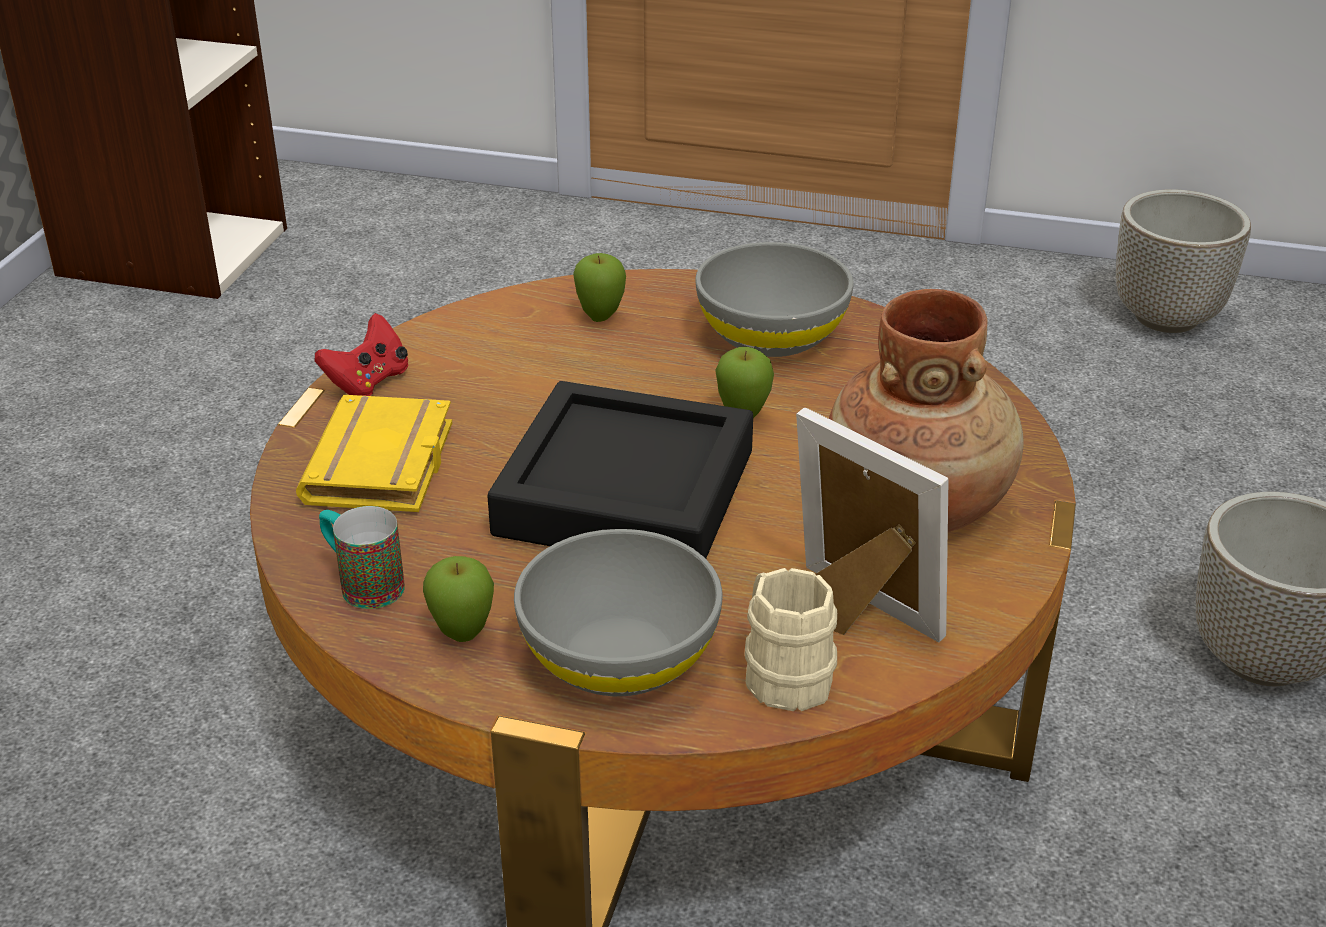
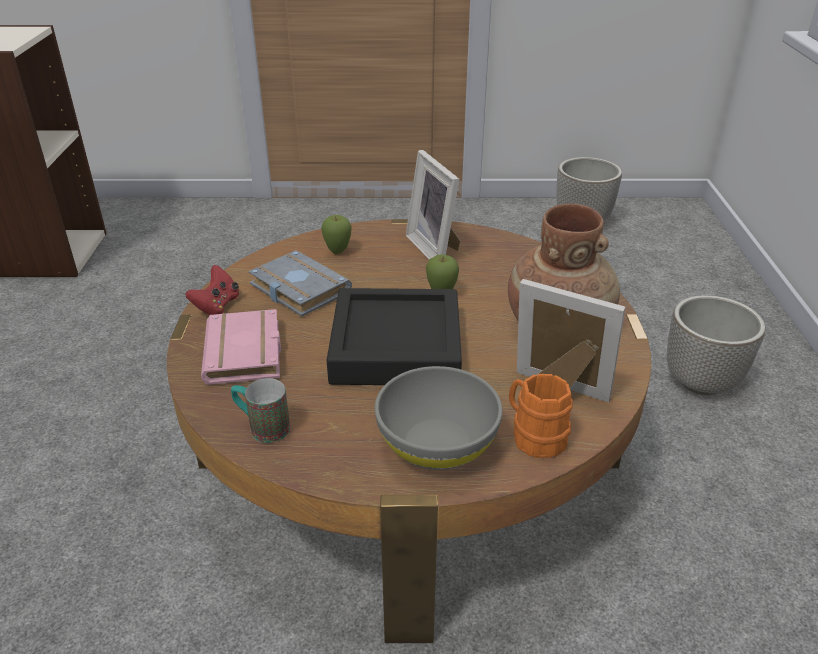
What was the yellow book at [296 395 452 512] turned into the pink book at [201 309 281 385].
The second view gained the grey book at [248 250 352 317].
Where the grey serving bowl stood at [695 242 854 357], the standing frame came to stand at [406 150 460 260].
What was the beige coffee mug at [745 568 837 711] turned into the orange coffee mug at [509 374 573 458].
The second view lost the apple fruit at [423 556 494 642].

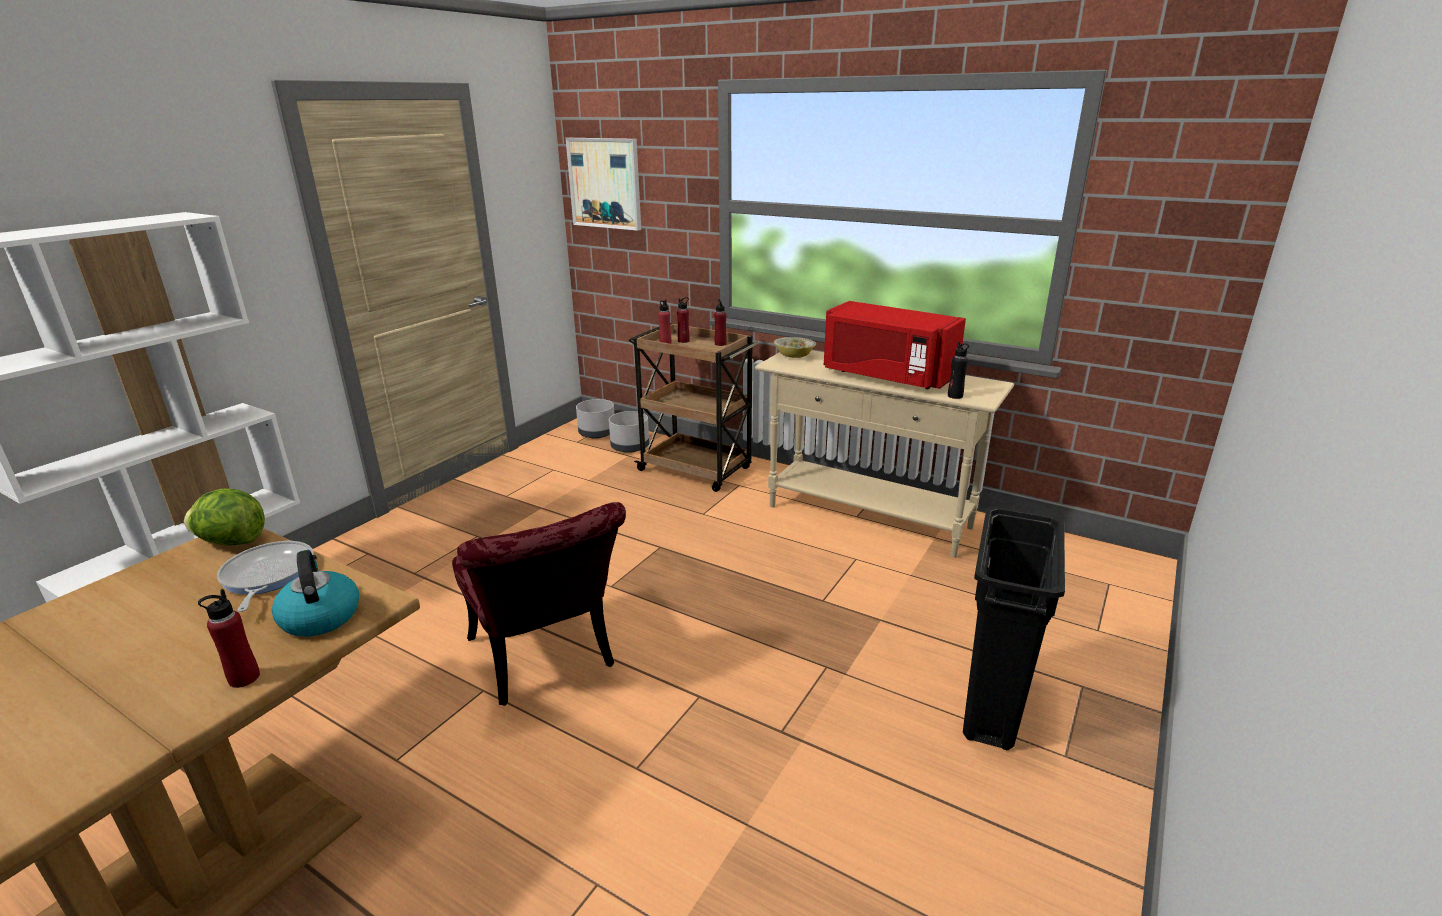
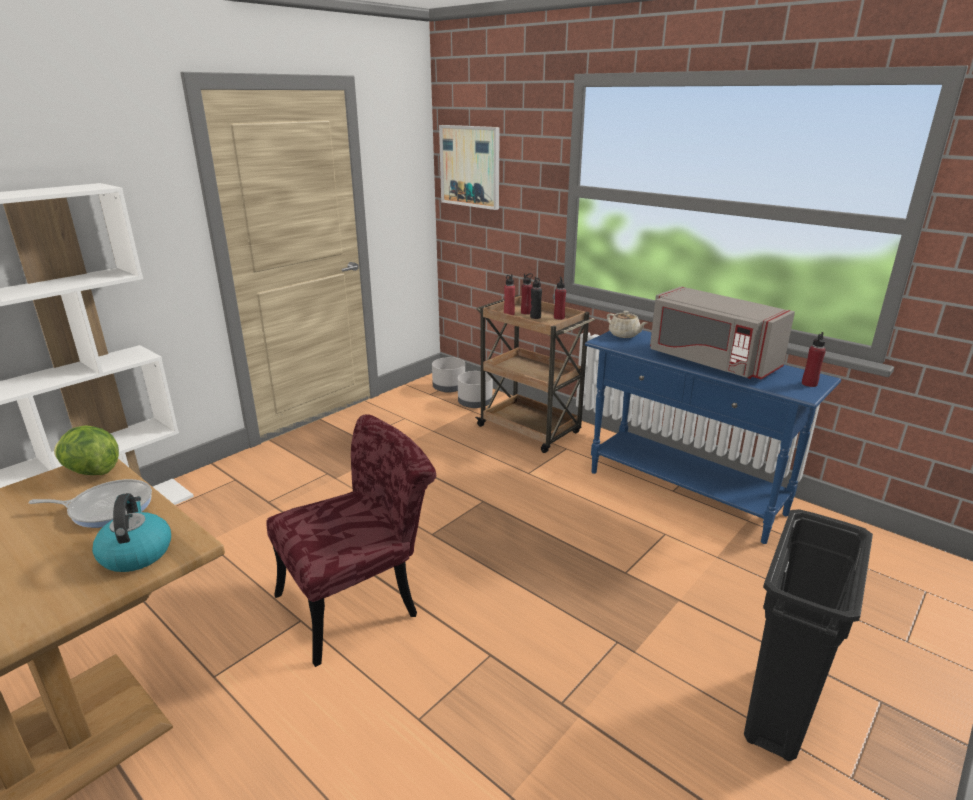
The skillet at [217 541 314 612] ended up facing another way, 90 degrees clockwise from before.
The reddish plain chair at [452 502 626 706] ended up facing another way, 105 degrees counterclockwise from before.
The black-coloured bottle ended up elsewhere, having gone from [948 342 969 399] to [530 277 542 319].
What was the beige console table at [755 350 1014 558] turned into the blue-coloured console table at [585 330 841 544].
Where the serving bowl stood at [774 337 816 358], the beige tea pot came to stand at [607 311 647 338].
What was the reddish kitchen microwave at [824 301 966 389] turned into the grey kitchen microwave at [650 286 795 379].
The reddish bottle ended up elsewhere, having gone from [198 589 260 688] to [802 332 826 387].

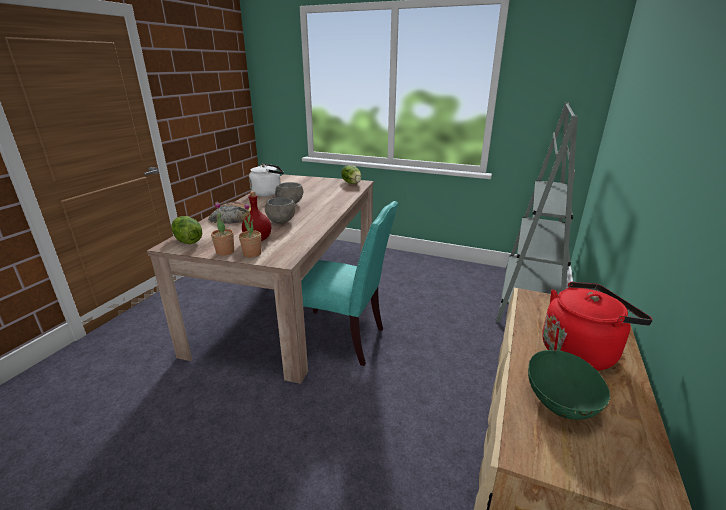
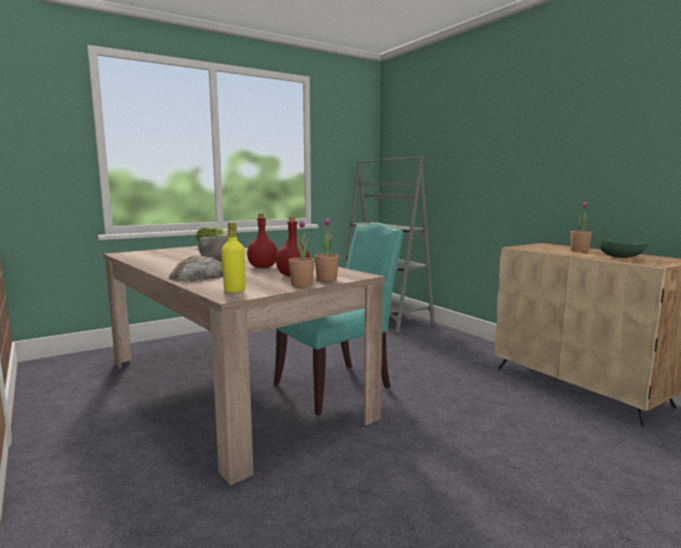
Where the lettuce head stood at [171 216 202 244], the yellow bottle came to stand at [222 222 245 293].
Where the grey serving bowl stood at [265 197 295 224], the reddish bottle came to stand at [247 214 278 268].
Where the reddish tea kettle stood at [542 282 653 371], the plant in a pot came to stand at [570 202 592 252].
The second view lost the white tea kettle at [249 164 284 196].

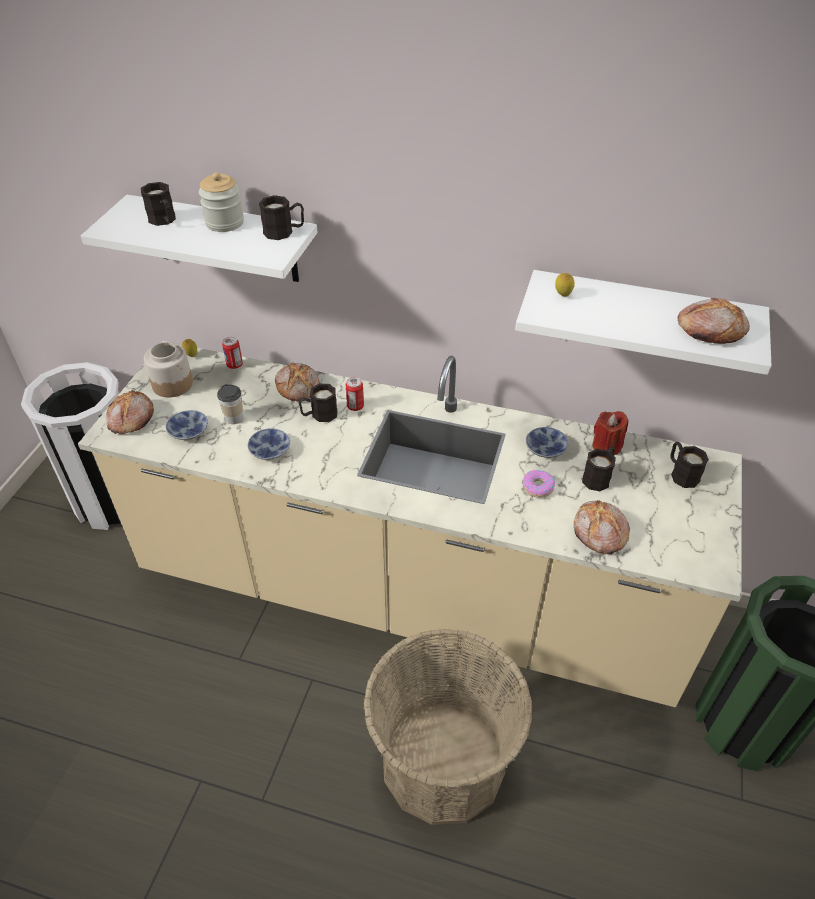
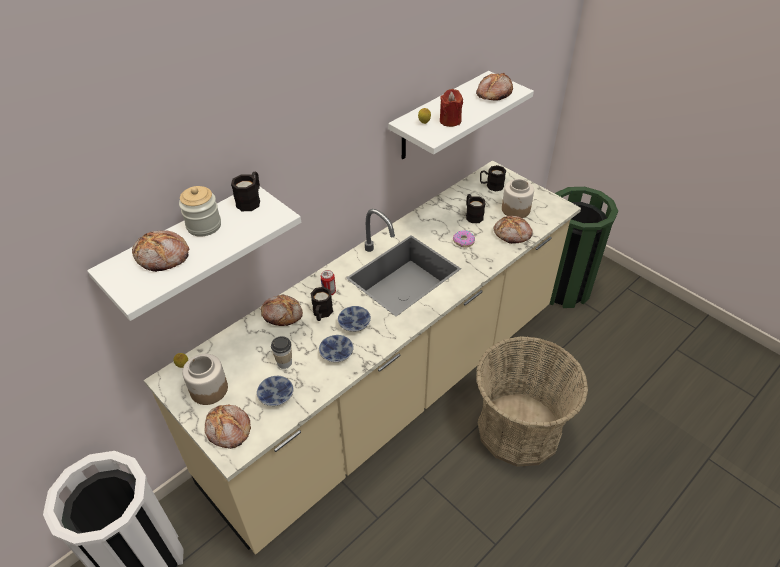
Where the black-coloured coffee mug stood at [141 182 176 226], the bread came to stand at [132 230 190 272].
The serving bowl ended up elsewhere, having gone from [526 427 568 458] to [338 306 371 332].
The reddish candle ended up elsewhere, having gone from [592 411 628 455] to [440 89 463 127].
The second view gained the storage jar at [502 179 534 218].
The second view lost the sealed can at [222 337 243 369].

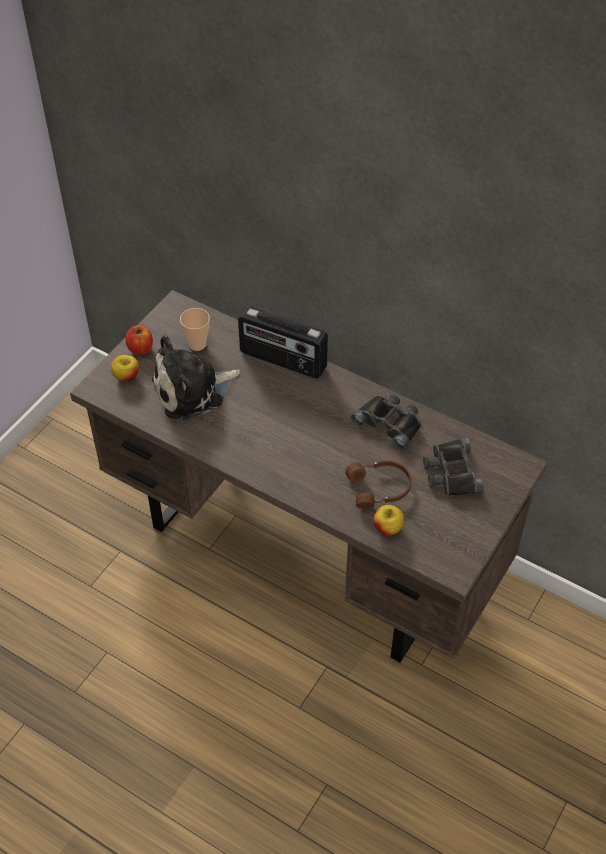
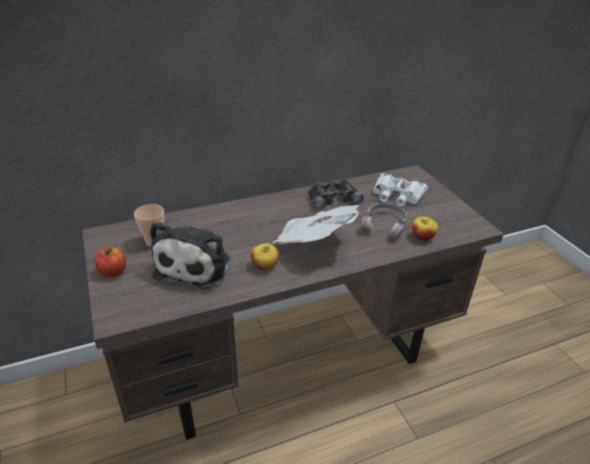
The apple fruit ended up elsewhere, having gone from [111 355 139 381] to [251 243 279 270].
The second view gained the printed paper at [273 205 359 244].
What was the brown-coloured pair of headphones at [345 460 412 509] turned into the grey pair of headphones at [362 203 407 240].
What was the black-coloured binoculars at [423 437 484 496] turned into the white binoculars at [373 173 427 207].
The second view lost the radio at [238 306 328 379].

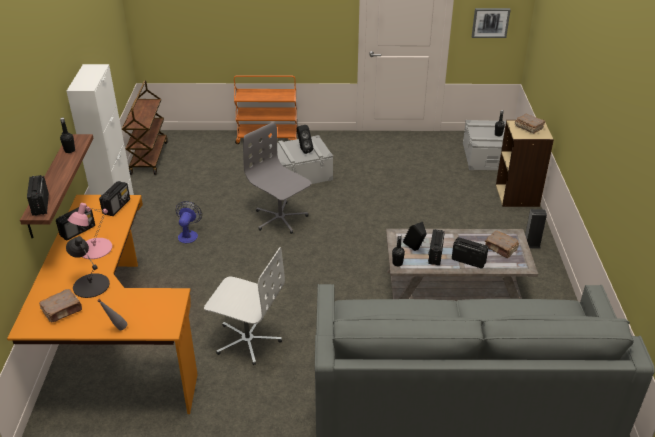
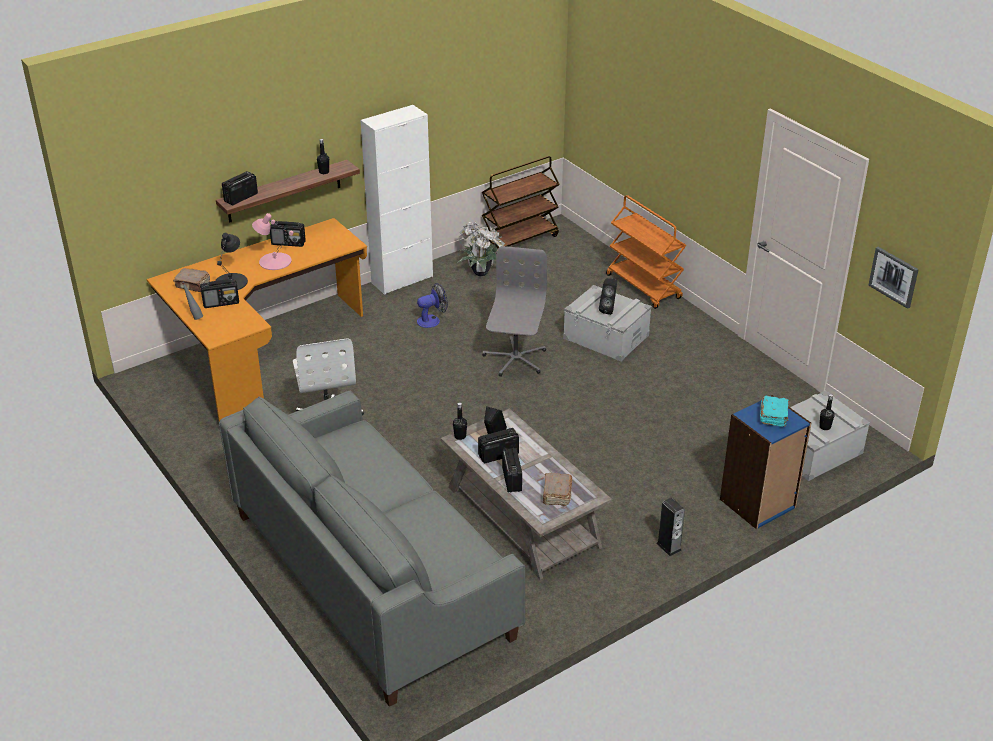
The radio ended up elsewhere, having gone from [99 181 130 216] to [200 279 239 308].
The second view gained the plant in a pot at [457 222 505 276].
What was the beige bookcase at [496 120 554 207] turned into the blue-coloured bookcase at [720 395 811 529].
What was the brown-coloured book at [515 113 546 134] turned into the blue-green book at [760 396 789 427].

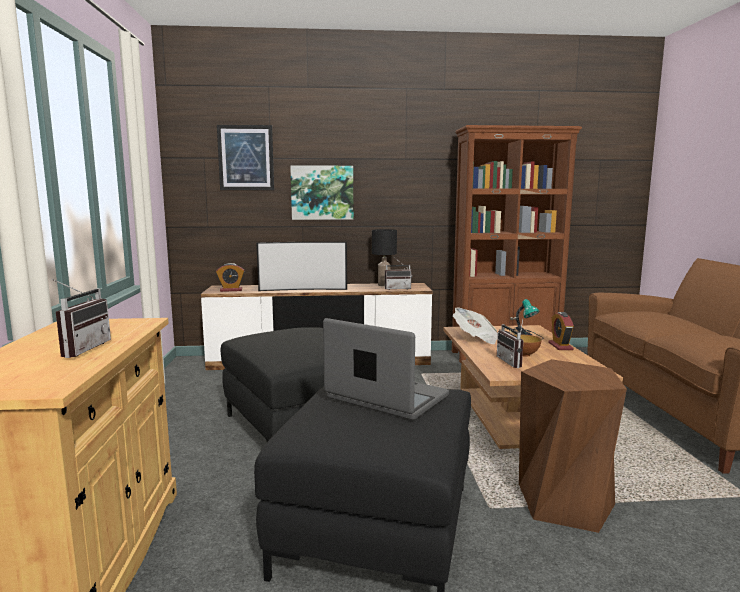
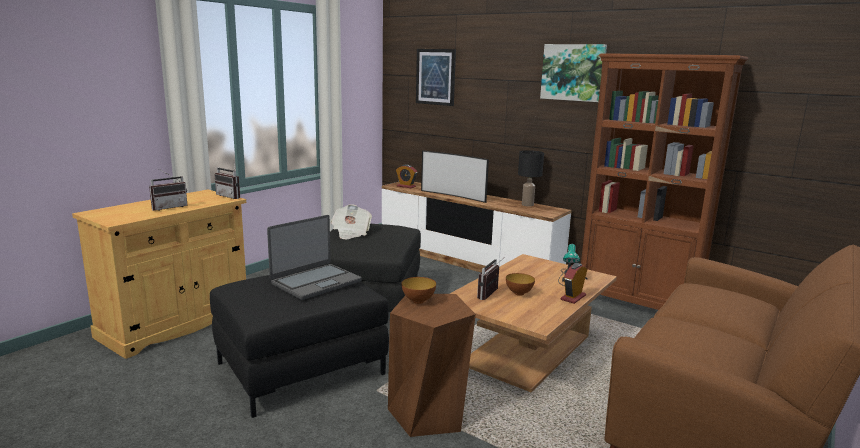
The radio ended up elsewhere, having gone from [385 258 412 290] to [215 163 240 199].
The laptop at [323 318 449 420] ended up facing another way, 60 degrees clockwise from before.
The printed paper ended up elsewhere, having gone from [453 307 498 345] to [331 204 372 239].
The second view gained the serving bowl at [402 277 436 304].
The picture ended up elsewhere, having gone from [290 165 353 220] to [540 44 607 102].

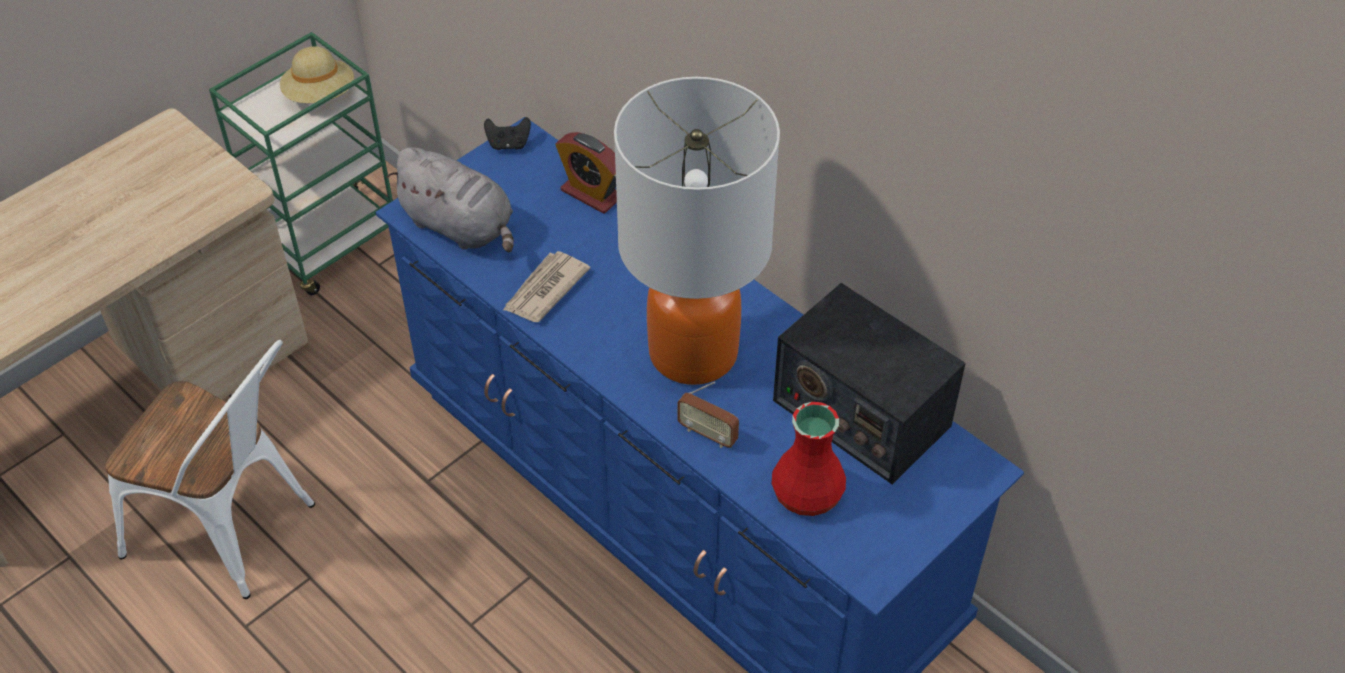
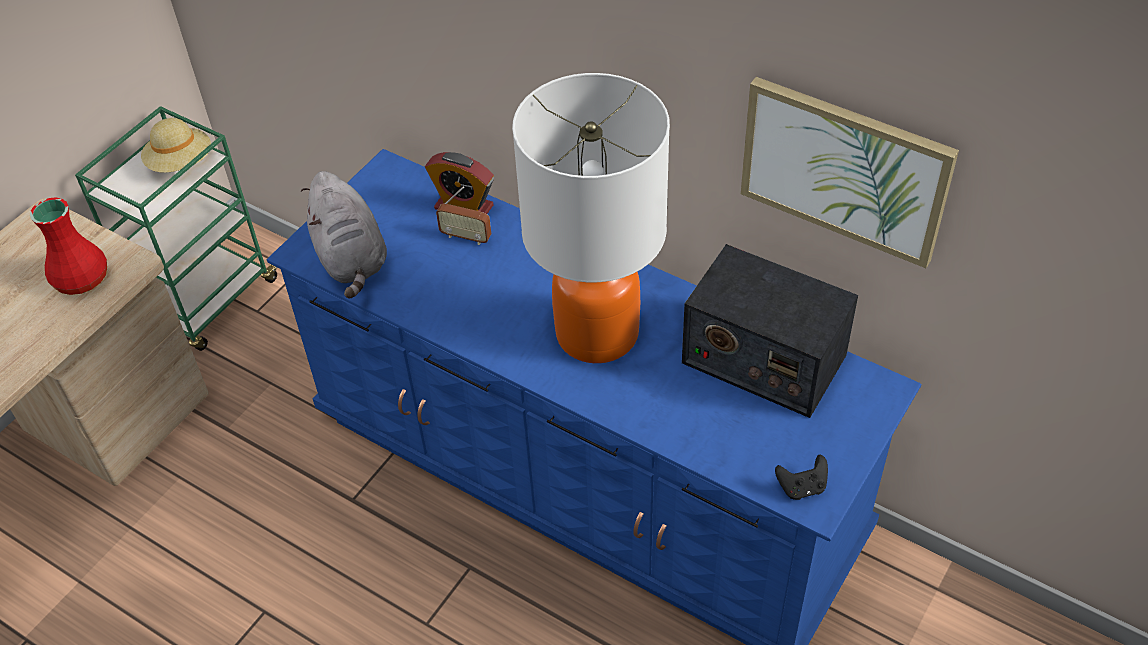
The reddish vase ended up elsewhere, having gone from [771 402 846 516] to [30 197 107 295].
The grey soft toy at [387 147 514 252] ended up facing another way, 45 degrees clockwise from before.
The radio ended up elsewhere, having gone from [677 381 739 448] to [436 186 491 245].
The second view gained the picture at [741 77 959 268].
The black-coloured game controller ended up elsewhere, having gone from [484 117 531 150] to [775 455 828 500].
The second view lost the white plain chair at [105 340 315 599].
The second view lost the printed paper at [503 251 590 322].

